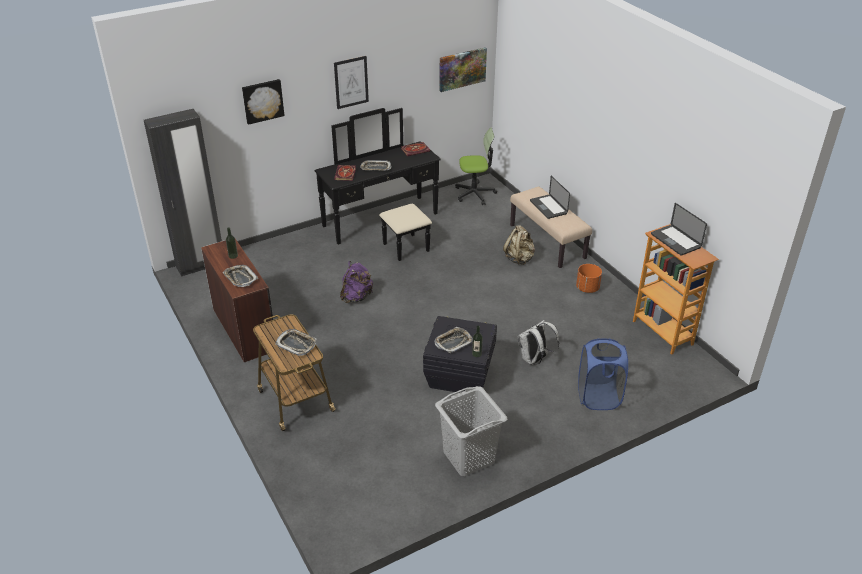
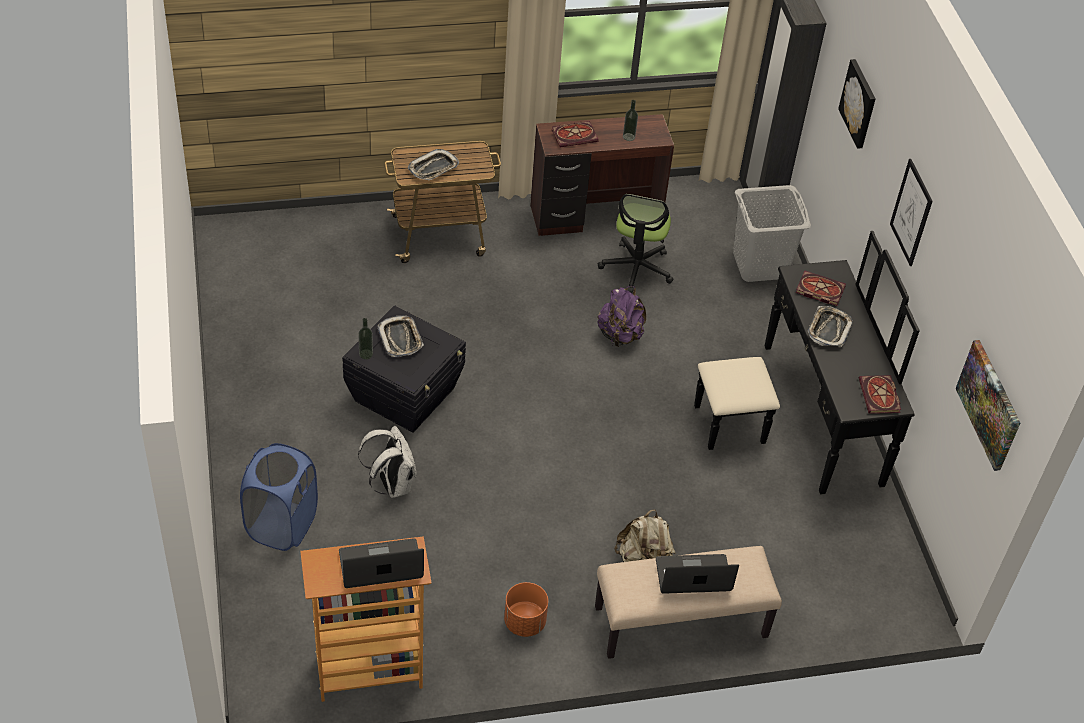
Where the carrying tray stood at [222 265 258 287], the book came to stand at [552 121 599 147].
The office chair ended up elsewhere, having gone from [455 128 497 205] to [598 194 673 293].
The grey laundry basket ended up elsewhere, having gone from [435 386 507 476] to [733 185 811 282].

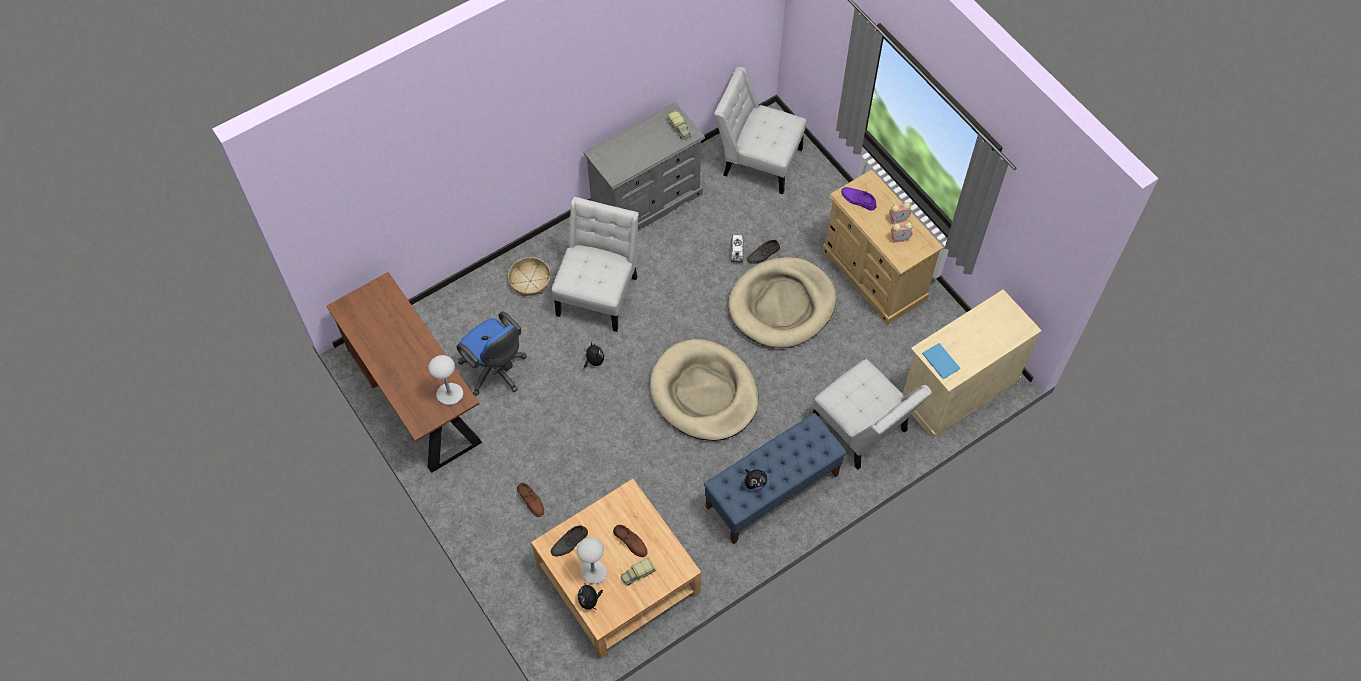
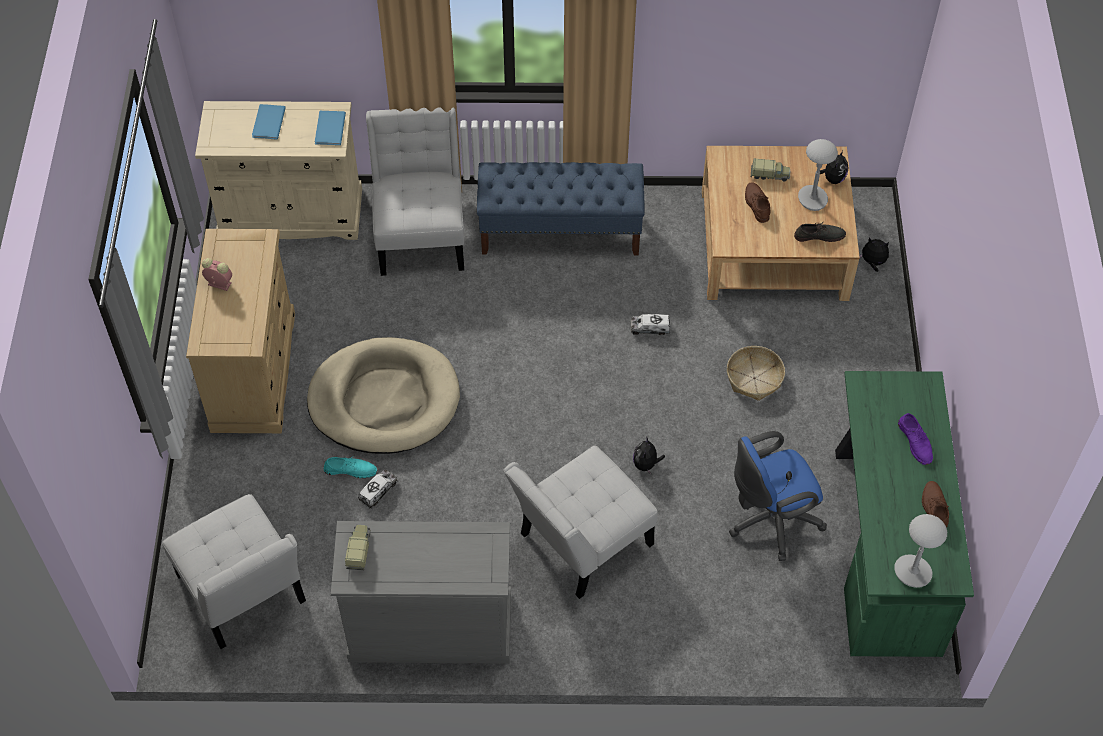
The second view gained the blue-coloured book at [252 104 286 140].
What was the grey low shoe at [747 240 780 264] turned into the blue-green low shoe at [324 456 377 478].
The second view gained the model truck at [631 314 670 335].
The basket ended up elsewhere, having gone from [508 257 551 297] to [727 346 785 401].
The blue-coloured office chair at [456 311 527 396] ended up facing another way, 105 degrees counterclockwise from before.
What was the brown-coloured desk at [327 272 482 473] turned into the greenish desk at [835 371 974 657].
The soft toy ended up elsewhere, having gone from [745 469 767 490] to [859 238 889 272].
The grey table lamp ended up elsewhere, having gone from [428 355 463 405] to [894 514 947 588].
The purple low shoe ended up elsewhere, having gone from [841 187 877 211] to [898 413 933 465].
The brown-coloured low shoe ended up elsewhere, having gone from [517 483 544 517] to [922 481 949 528].
The second view lost the beige dog bed at [650 339 759 441].
The second view lost the bedside clock at [891 222 913 243].

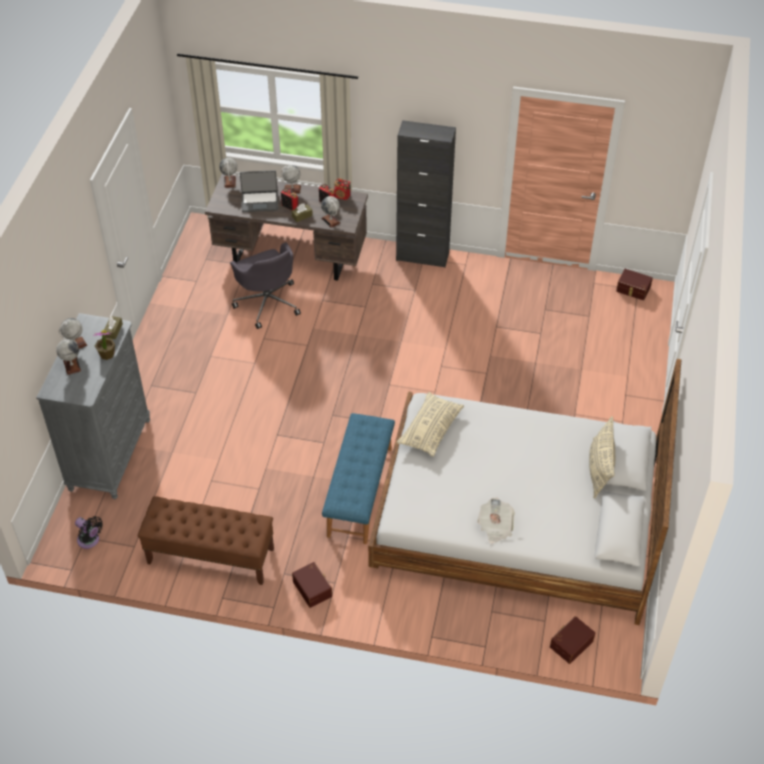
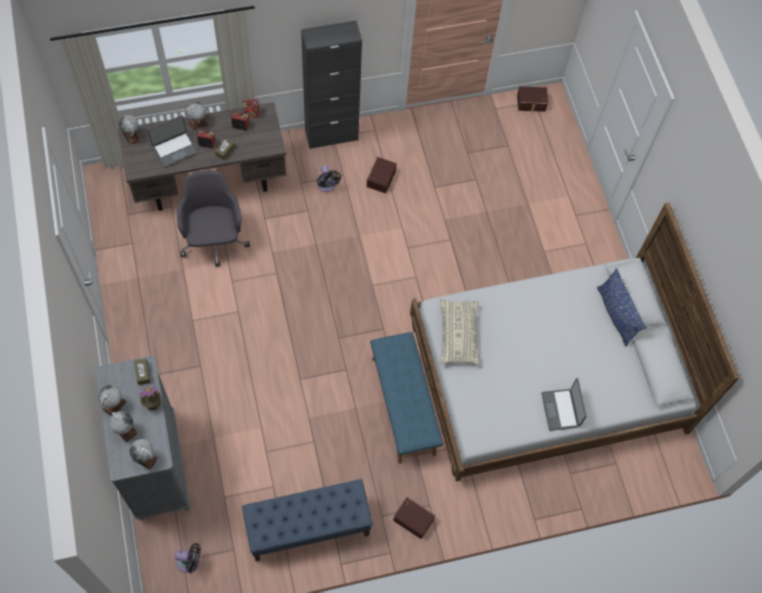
The globe ended up elsewhere, having gone from [321 196 340 228] to [129 439 158 470].
The grey office chair at [230 242 301 329] ended up facing another way, 135 degrees counterclockwise from before.
What was the brown-coloured long seat at [138 496 274 585] turned into the blue-coloured long seat at [242 479 373 561].
The second view gained the black-coloured electric fan at [317 165 341 192].
The brown-coloured storage container ended up elsewhere, having gone from [550 616 595 664] to [367 157 397 193].
Where the printed paper stood at [477 498 515 544], the laptop came to stand at [541 378 587 431].
What was the beige throw pillow at [589 416 615 498] turned into the blue-coloured throw pillow at [597 268 647 347].

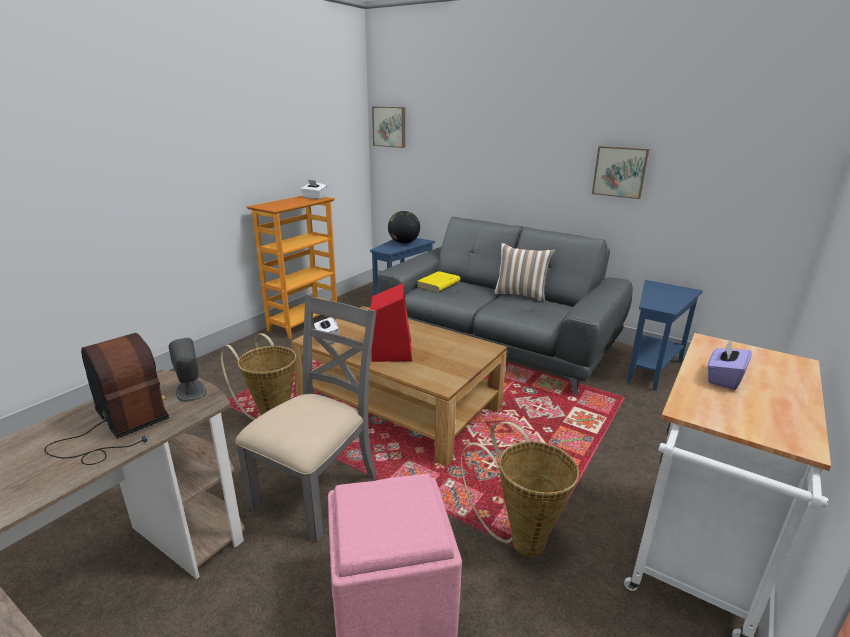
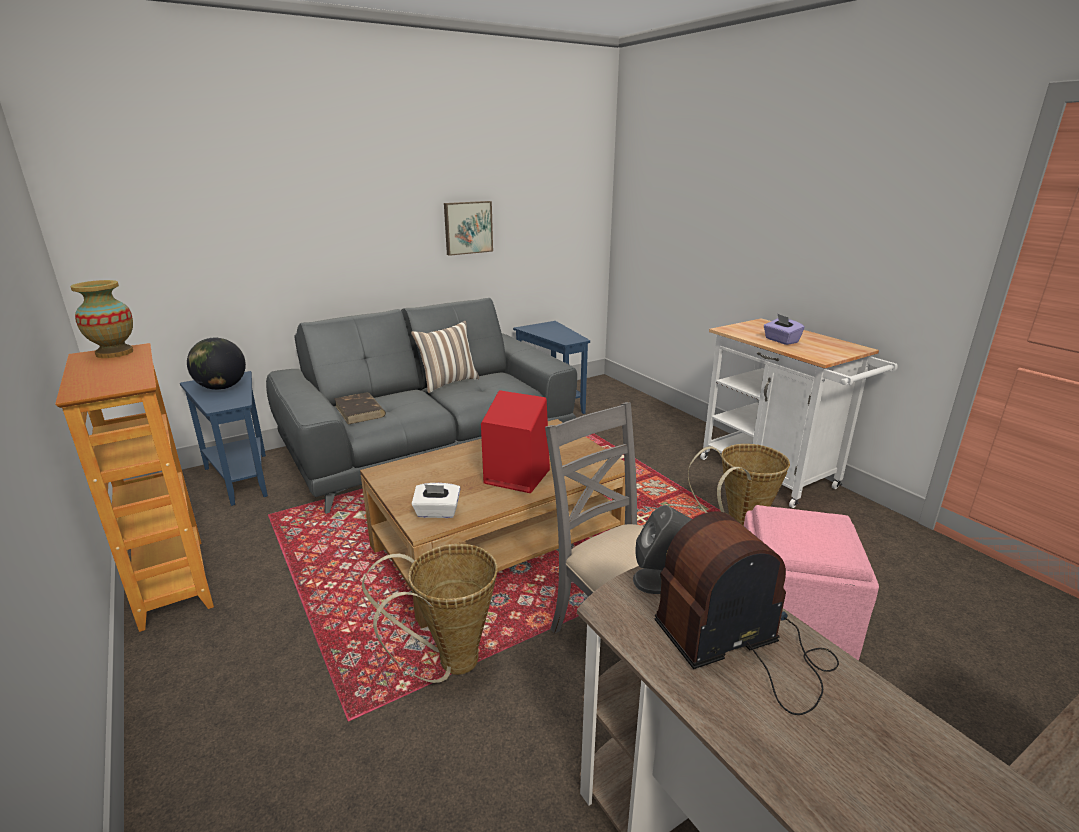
Where the white box of tissues stood at [301 180 327 199], the vase came to stand at [70 280 133 358].
What was the yellow book at [417 271 460 292] turned into the brown-coloured book at [334 392 386 425].
The second view lost the picture at [372 106 405 148].

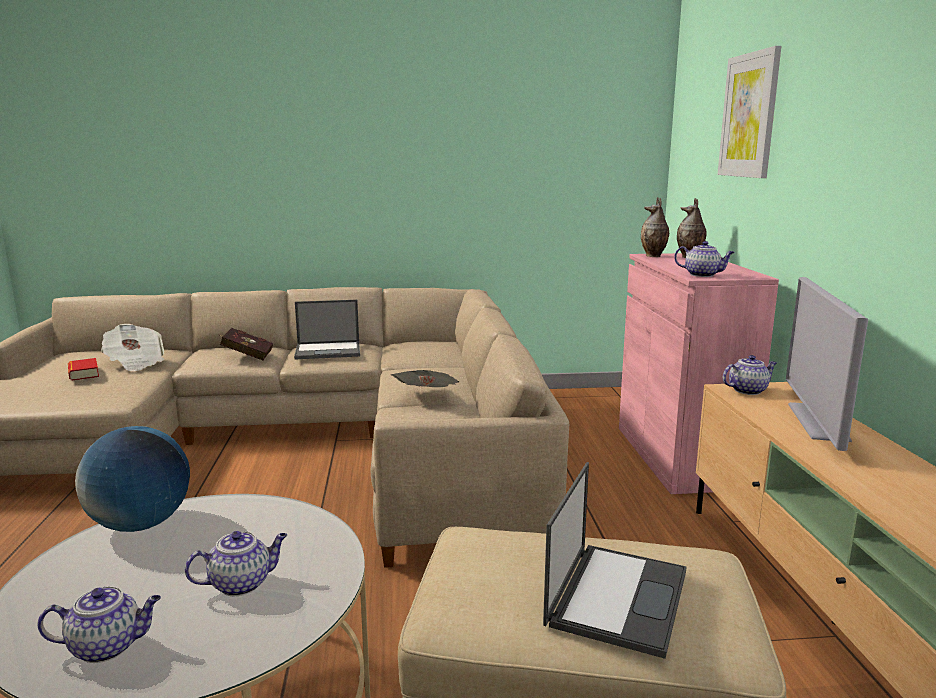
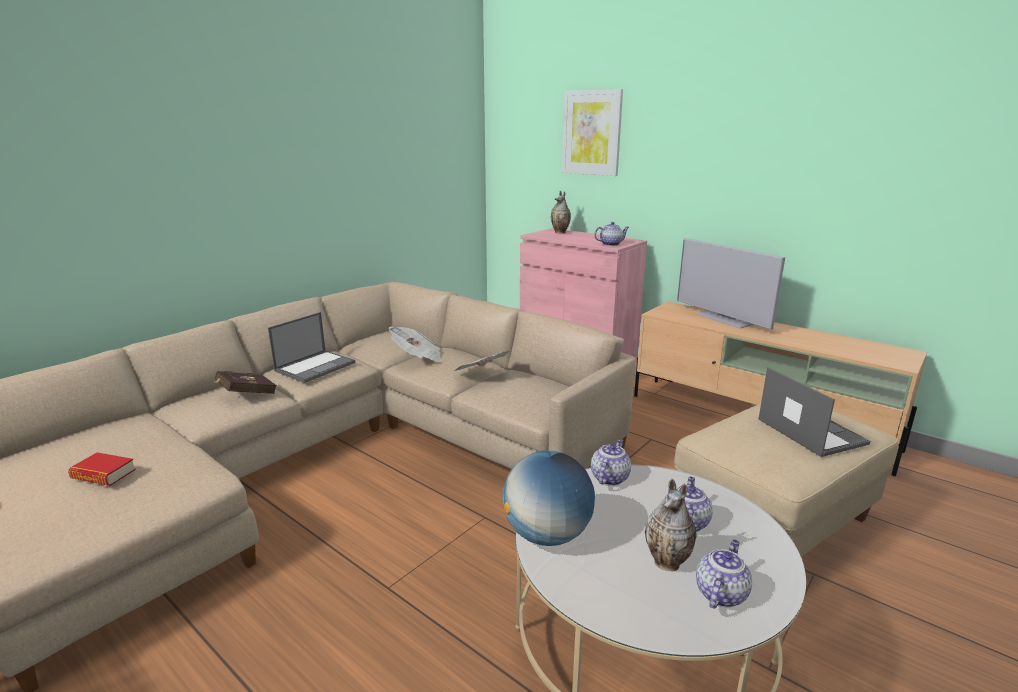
The printed paper ended up elsewhere, having gone from [101 324 164 372] to [388 327 442 362].
The tea pot ended up elsewhere, having gone from [723 355 777 395] to [591 439 631 486].
The vase ended up elsewhere, having gone from [641 197 669 257] to [645 479 697 571].

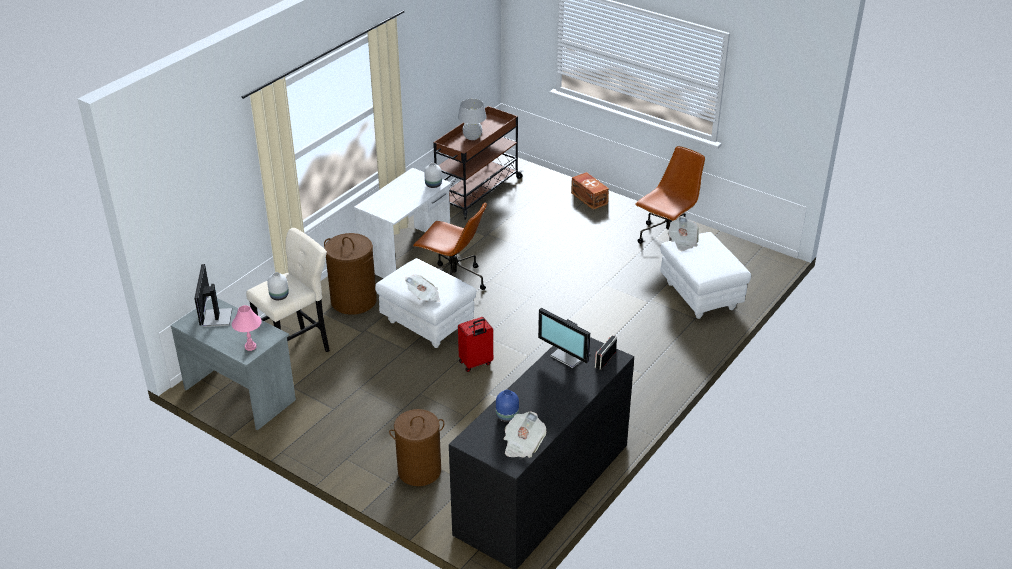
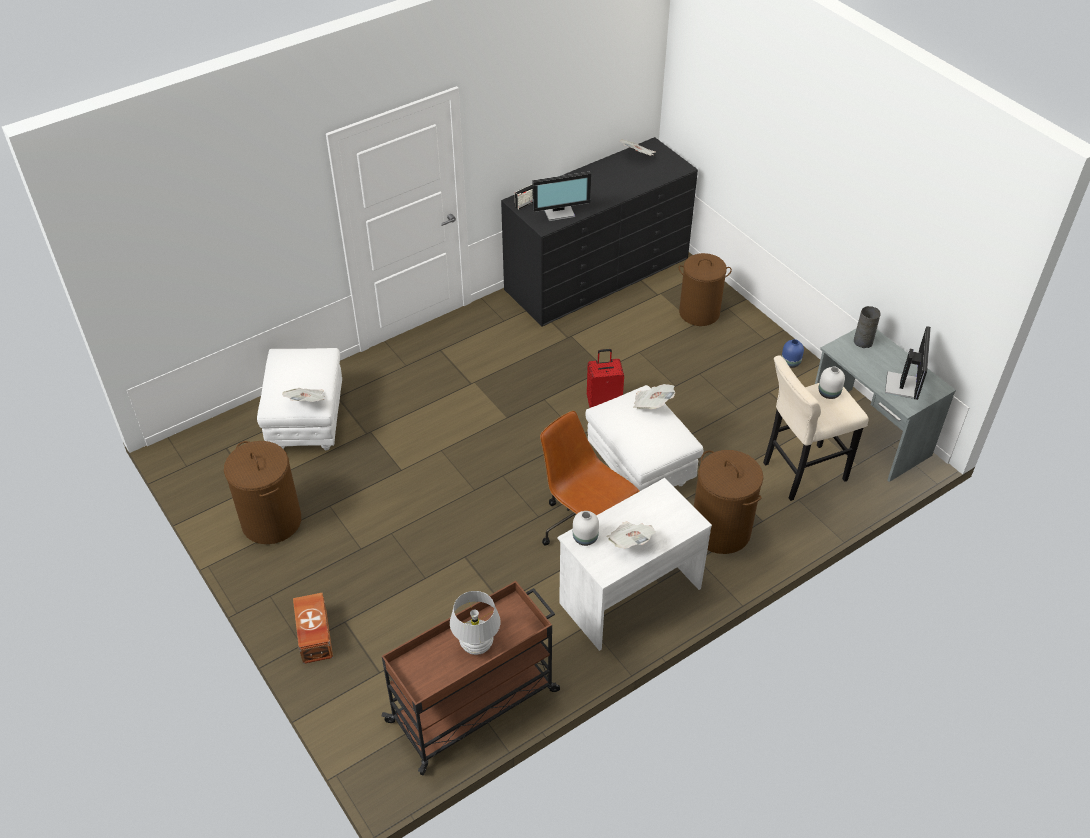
Where the brown-coloured office chair stood at [635 146 705 244], the brown-coloured laundry basket came to stand at [224 441 301 544].
The computer screen at [538 308 590 368] ended up facing another way, 105 degrees clockwise from before.
The second view gained the printed paper at [606 522 656 548].
The blue-coloured vase ended up elsewhere, having gone from [496 390 519 422] to [782 339 804 368].
Where the pink table lamp stood at [232 305 262 351], the grey vase came to stand at [854 306 881 348].

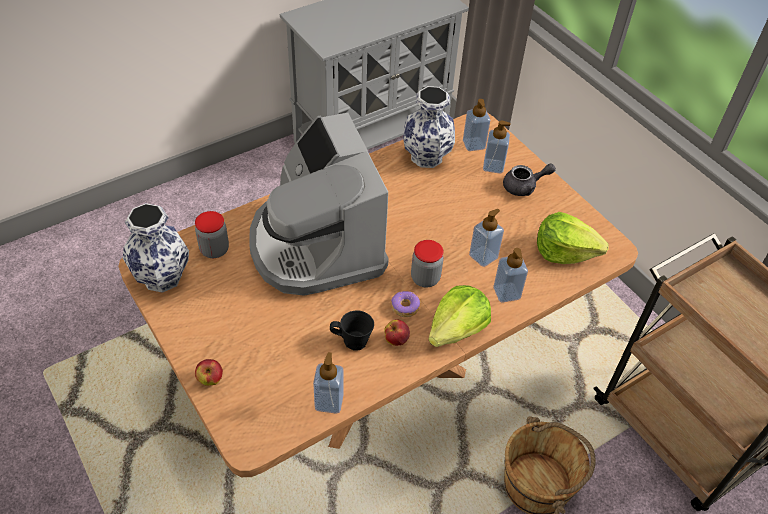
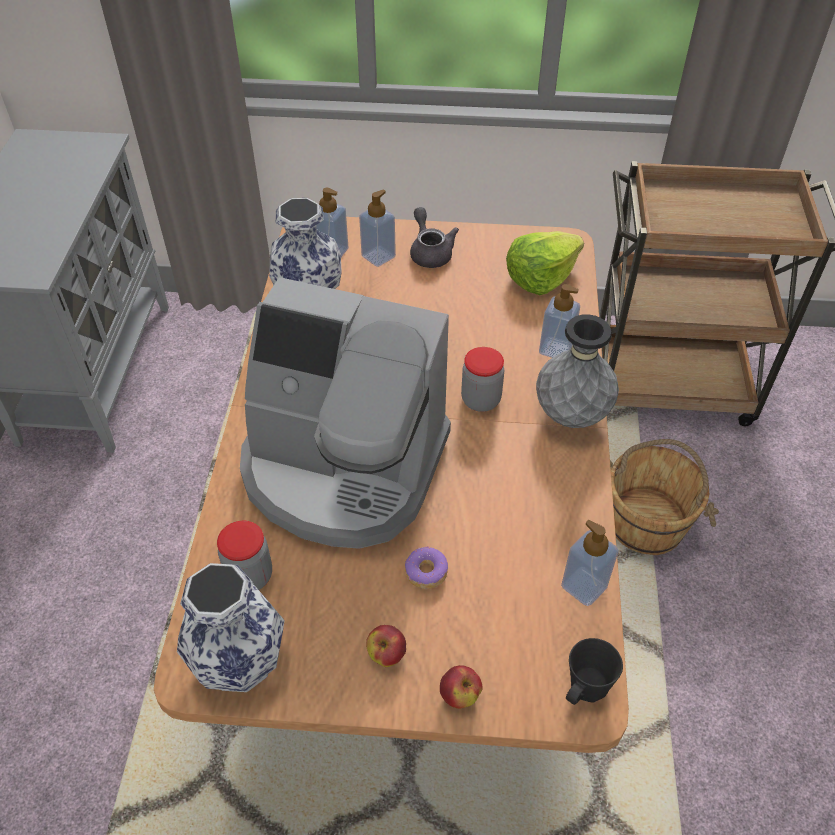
The apple fruit ended up elsewhere, having gone from [385 320 410 346] to [366 625 406 667].
The donut ended up elsewhere, having gone from [391 291 420 317] to [405 546 448 589].
The grey tea pot at [503 164 556 196] ended up facing another way, 45 degrees counterclockwise from before.
Where the lettuce head stood at [428 285 491 347], the grey vase came to stand at [536 314 619 428].
The black-coloured coffee mug ended up elsewhere, having gone from [330 310 374 351] to [566 638 623 705].
The second view lost the liquid soap bottle at [469 209 504 267].

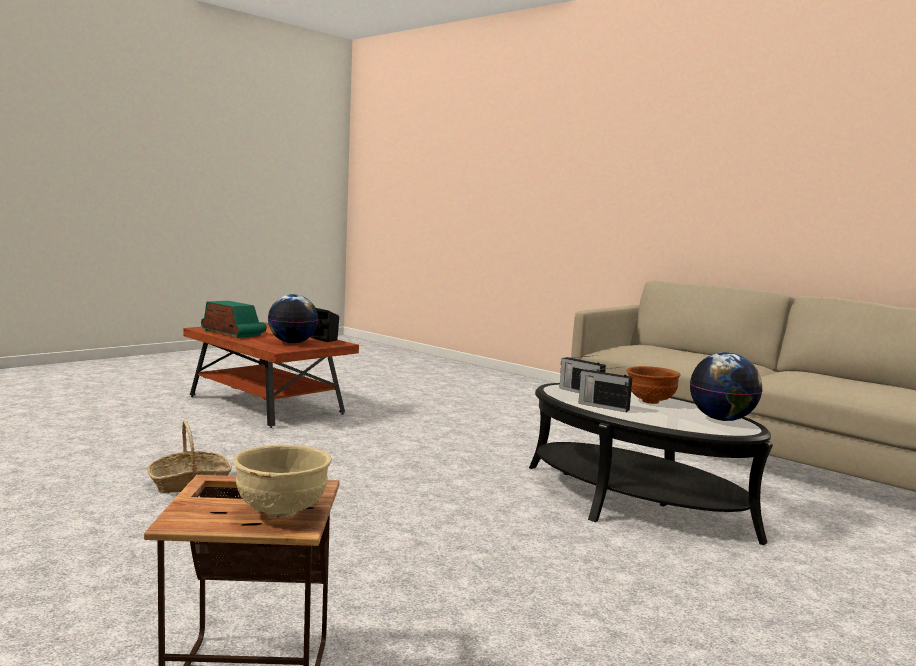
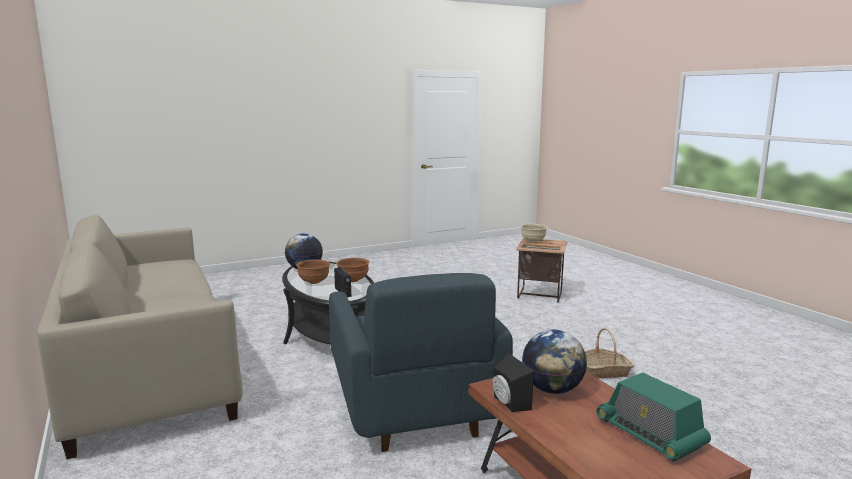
The second view gained the blue-coloured armchair at [329 273 513 452].
Where the radio stood at [578 367 632 412], the brown-coloured serving bowl came to stand at [336 258 369 282].

